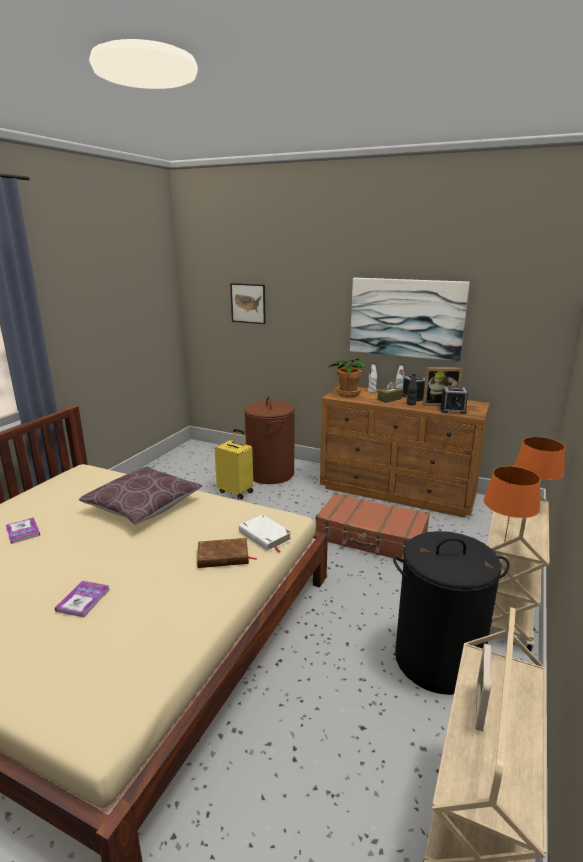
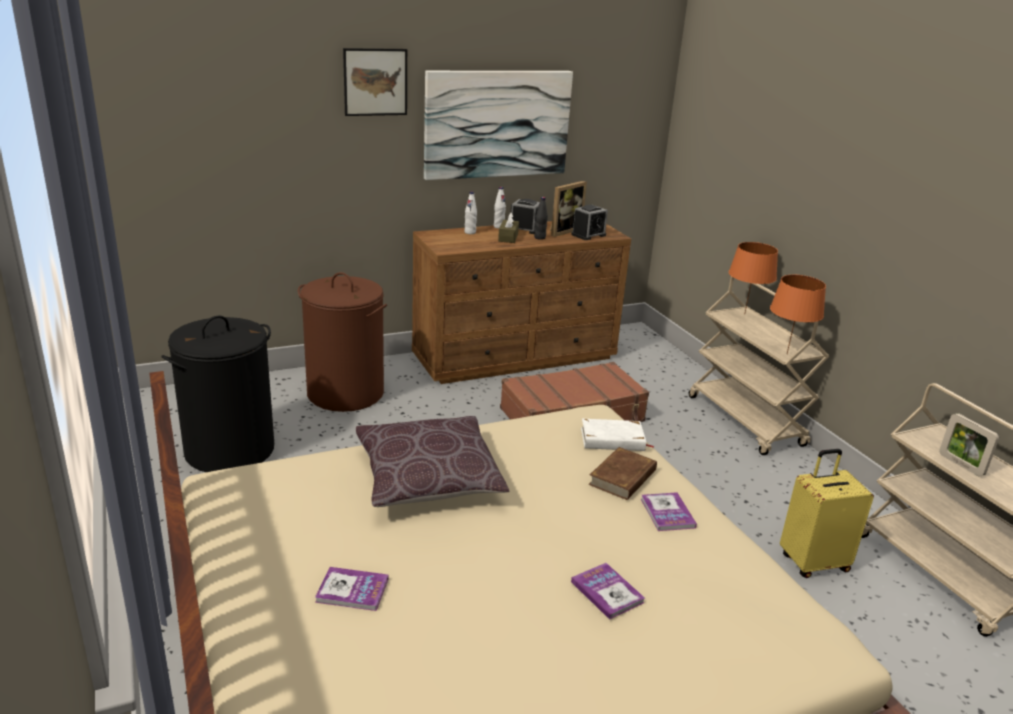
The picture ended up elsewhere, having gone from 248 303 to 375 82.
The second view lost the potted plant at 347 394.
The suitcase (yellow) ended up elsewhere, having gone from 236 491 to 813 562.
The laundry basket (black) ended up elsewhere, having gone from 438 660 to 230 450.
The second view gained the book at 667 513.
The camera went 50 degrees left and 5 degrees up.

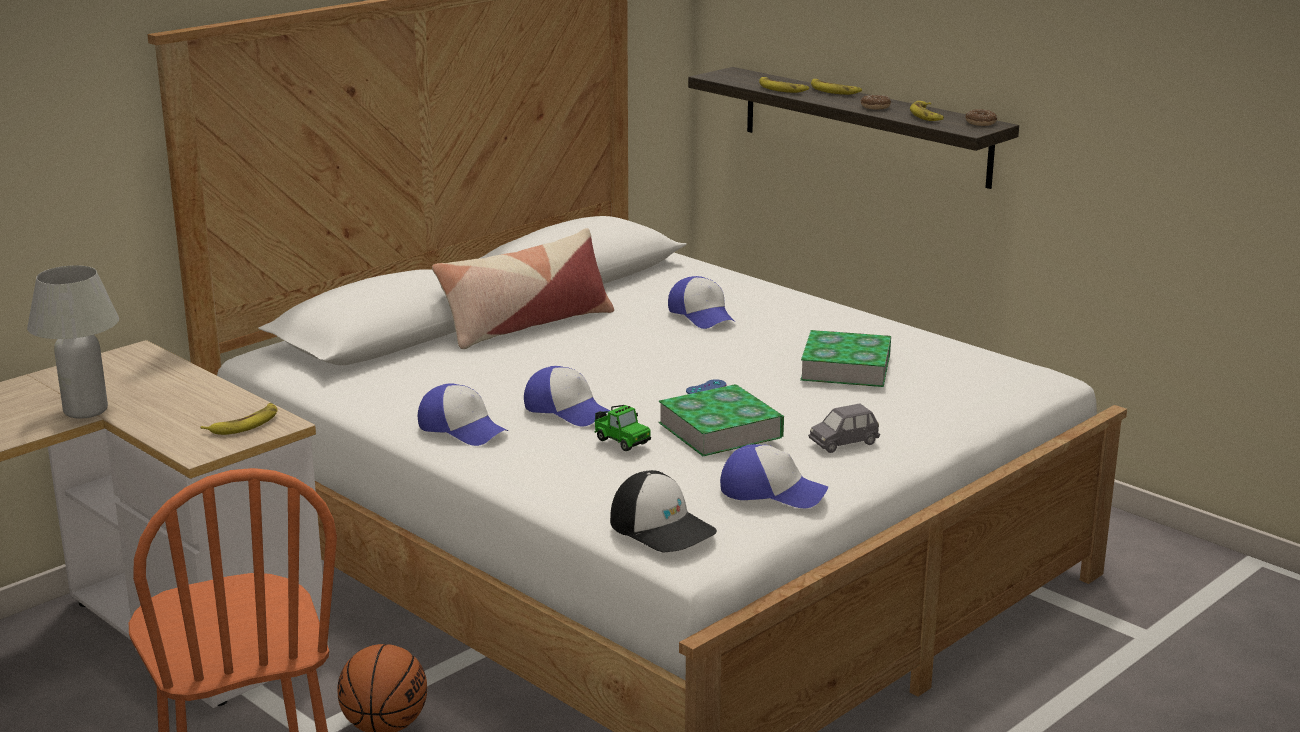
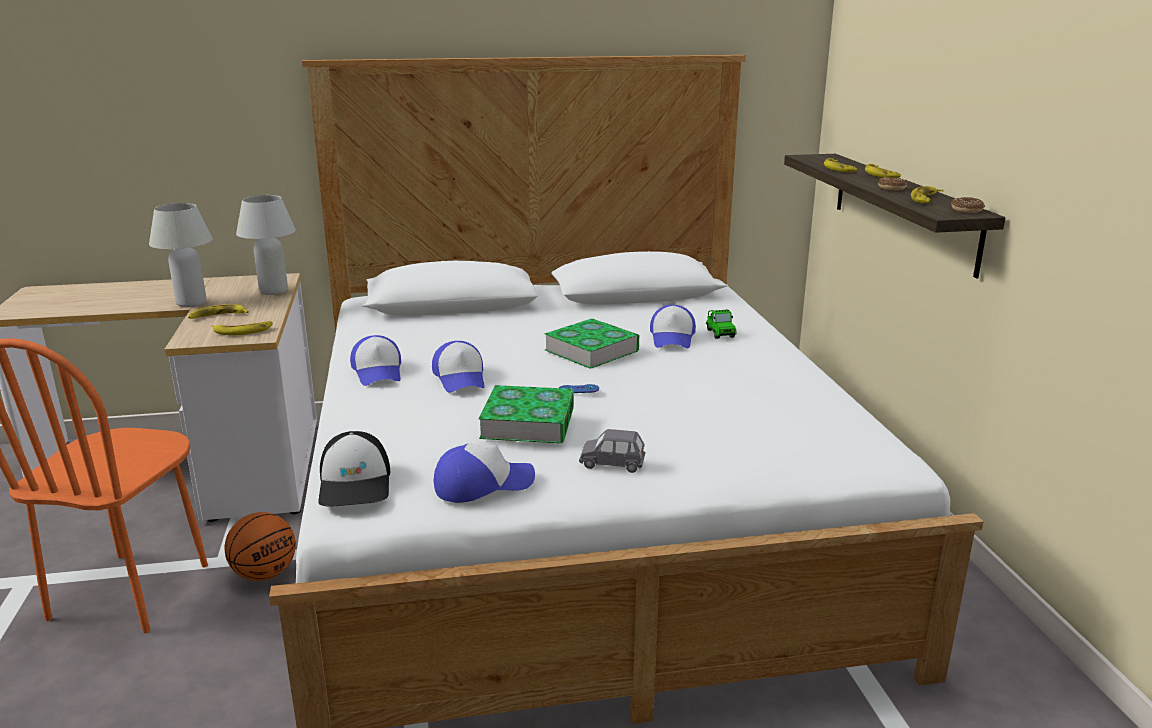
The second view lost the pillow at 526 325.
The book ended up elsewhere, having gone from 846 367 to 591 350.
The toy car ended up elsewhere, having gone from 620 441 to 720 333.
The cap at 772 492 ended up facing another way, 75 degrees counterclockwise from before.
The second view gained the table lamp (white) at 274 291.
The second view gained the banana at 218 316.
The camera went 35 degrees right and 0 degrees up.

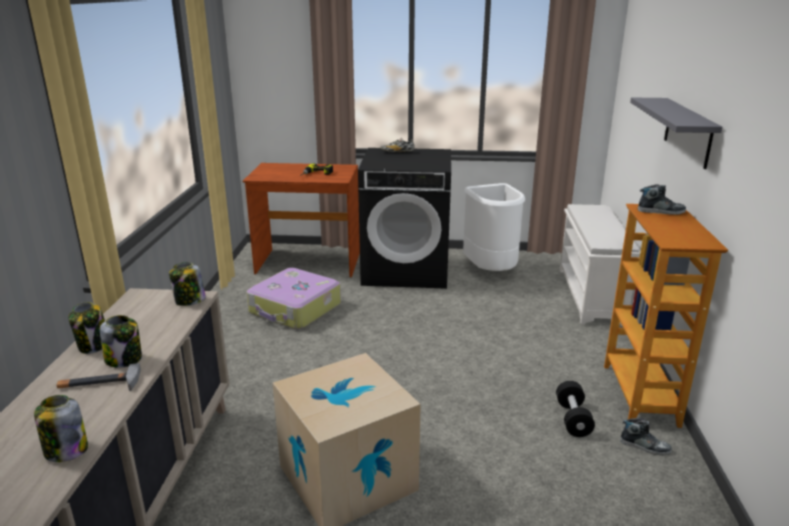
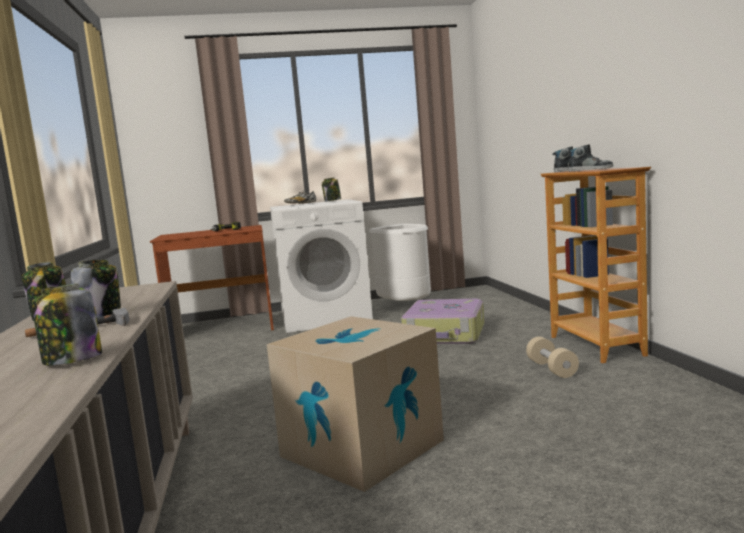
The second view lost the shelf (grey) at 688 132.
What was the washing machine (black) at 406 270 turned into the washing machine (white) at 326 318.
The second view lost the shoe rack (white) at 591 296.
The jar ended up elsewhere, having gone from 189 301 to 332 201.
The suitcase ended up elsewhere, having gone from 295 309 to 445 334.
What was the dumbbell (black) at 573 419 turned into the dumbbell (beige) at 552 369.
The shoe ended up elsewhere, having gone from 644 446 to 590 170.
The camera went 15 degrees left and 15 degrees down.

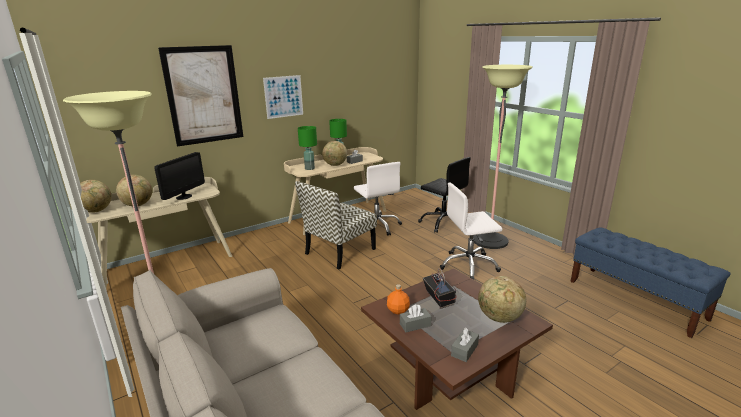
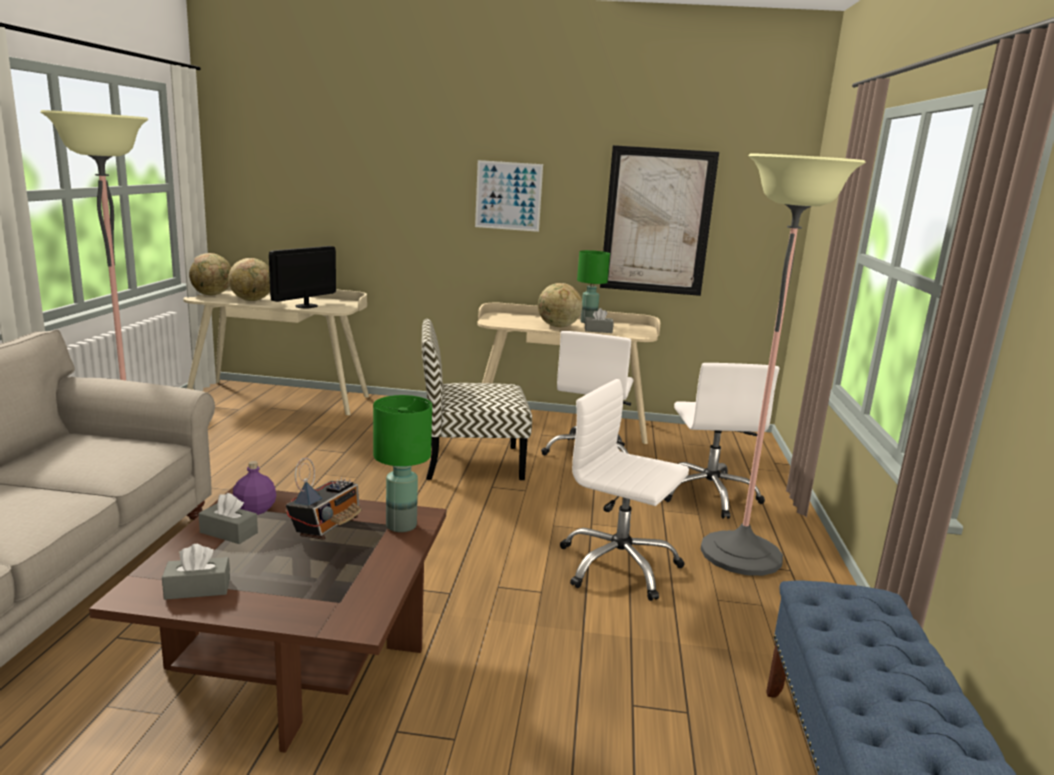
The picture ended up elsewhere, having gone from 204 95 to 657 221.
The table lamp (green) ended up elsewhere, having gone from 310 168 to 401 526.
The monitor at 184 197 ended up facing another way, 150 degrees clockwise from before.
What was the office chair (black) at 443 223 turned into the office chair (white) at 709 495.
The second view lost the globe at 499 318.
What was the bottle (orange) at 398 310 turned into the bottle (purple) at 256 509.
The camera went 40 degrees right and 5 degrees down.

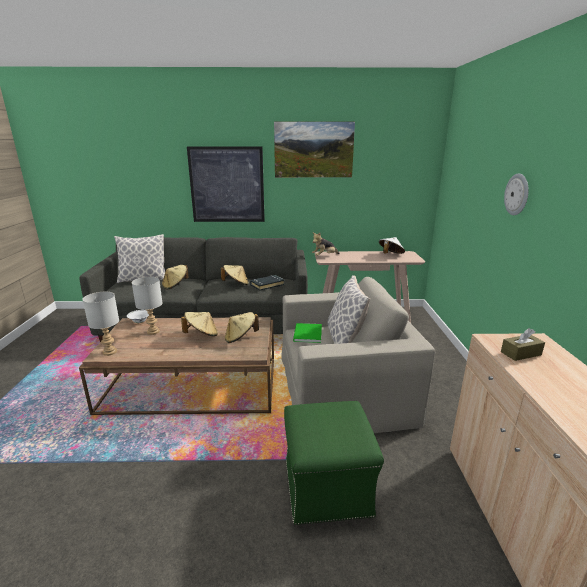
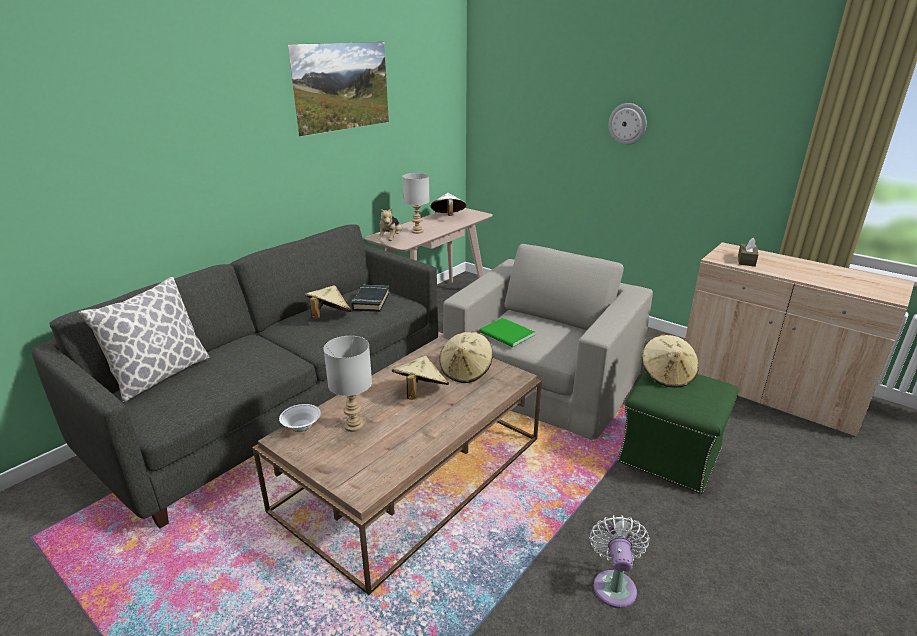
The second view lost the picture at 227 185.
The hat (beige) ended up elsewhere, having gone from 175 285 to 667 375.
The second view lost the pillow at 345 339.
The table lamp (grey) ended up elsewhere, having gone from 109 352 to 417 231.
The second view gained the fan (white) at 614 584.
The camera went 50 degrees left and 5 degrees up.

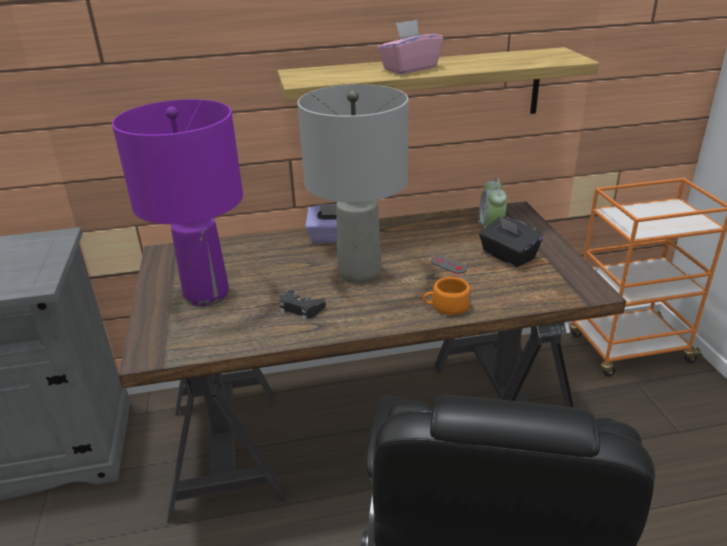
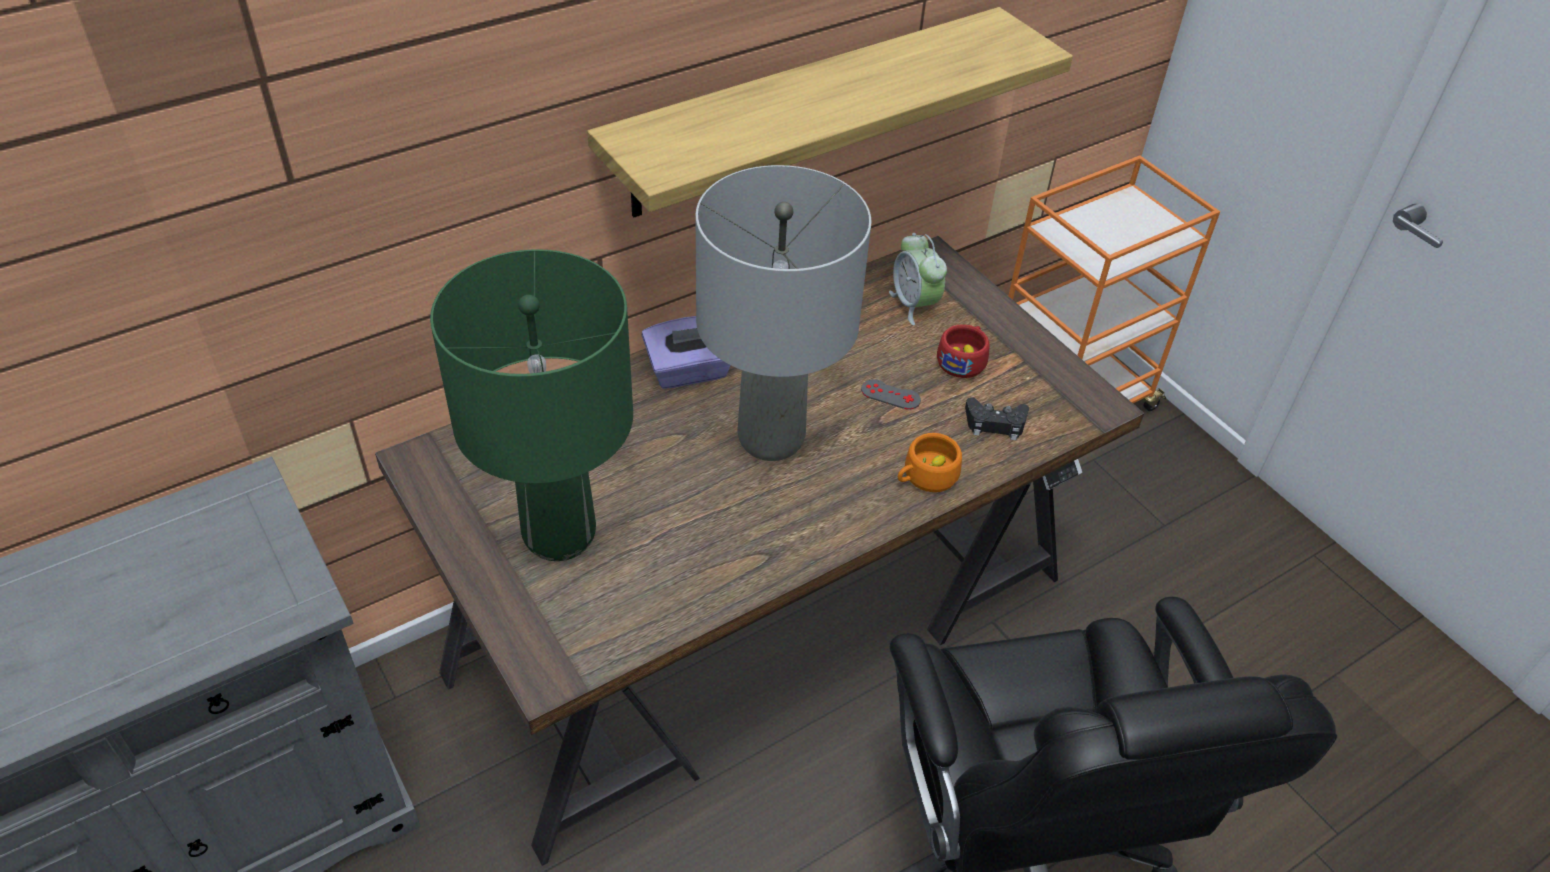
The second view lost the tissue box (pink) at 409 68.
What was the table lamp (purple) at 205 294 turned into the table lamp (green) at 558 534.
Where the tissue box (black) stood at 507 256, the cup (red) came to stand at 963 360.
The game controller (black) ended up elsewhere, having gone from 301 309 to 995 423.
The camera went 25 degrees left and 15 degrees up.

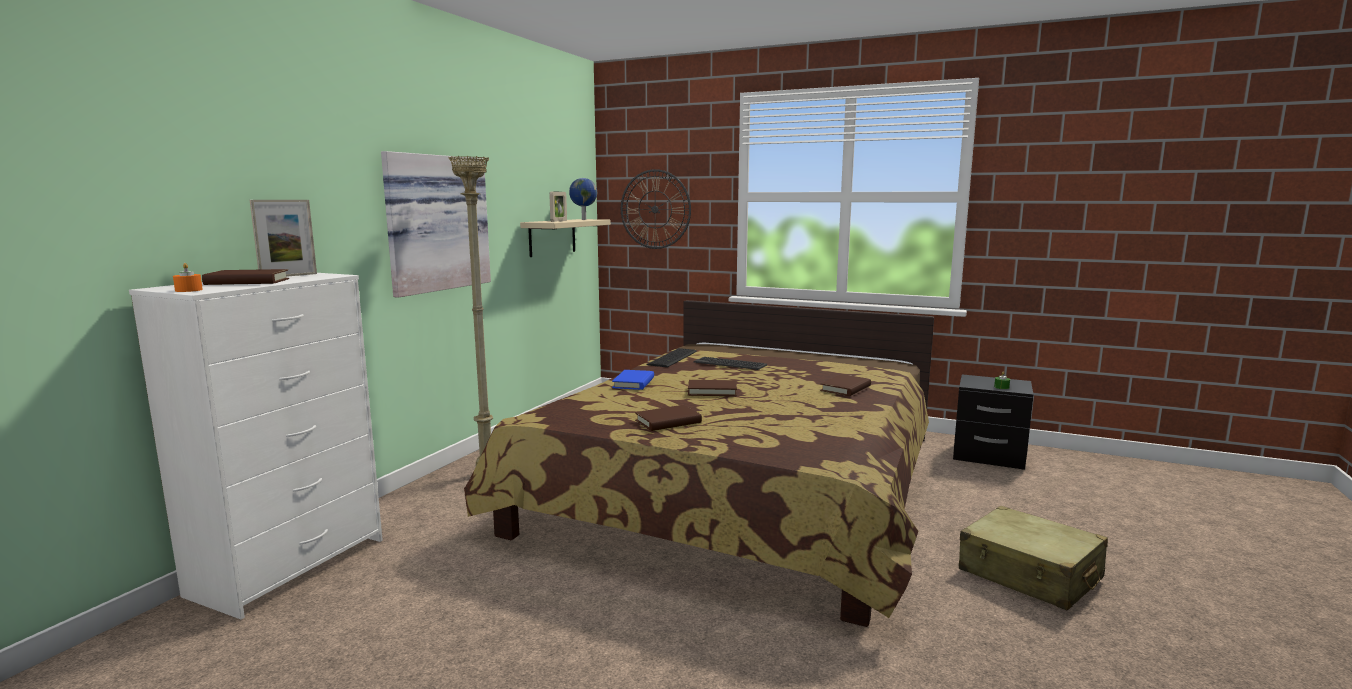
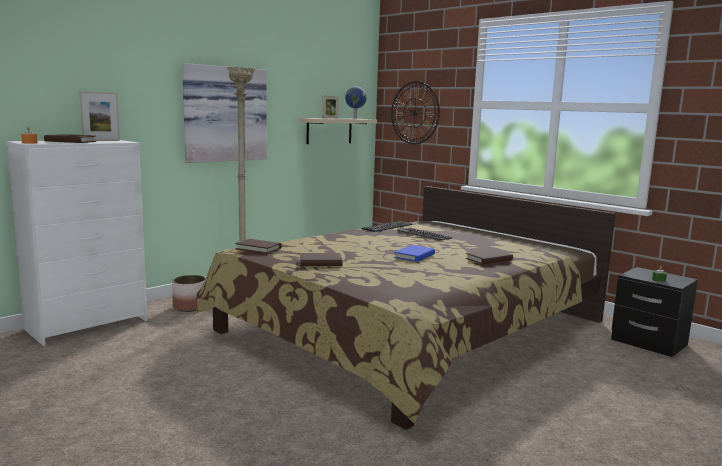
The book (blue) ended up elsewhere, having gone from 633 383 to 414 256.
The book (brown) ended up elsewhere, having gone from 712 391 to 258 249.
The second view lost the suitcase (beige) at 1029 574.
The second view gained the planter at 190 307.
The camera went 20 degrees right and 0 degrees up.

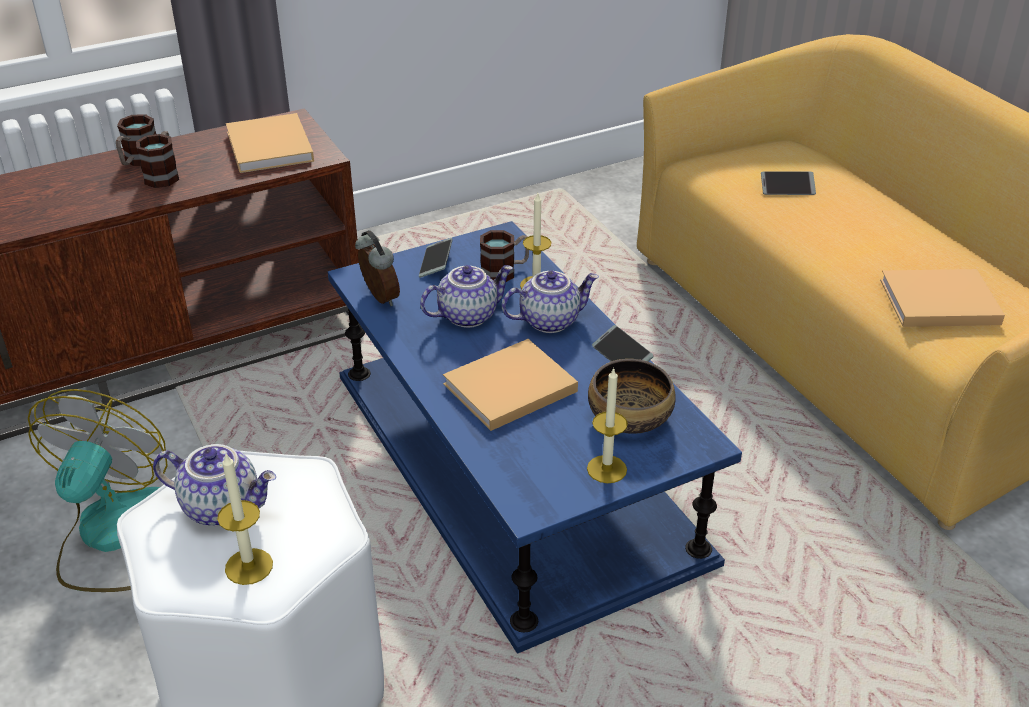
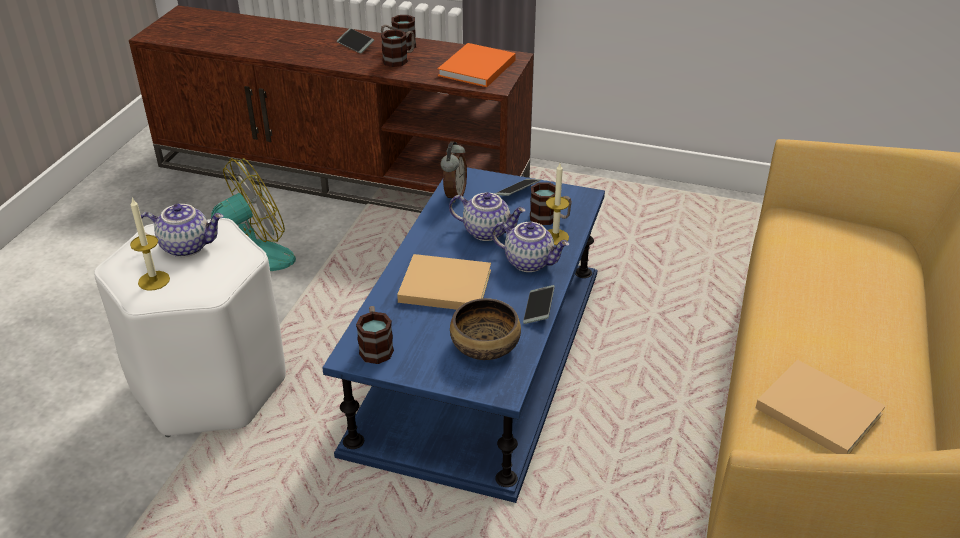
What was the book (beige) at 270 148 turned into the book (orange) at 476 69.
The phone ended up elsewhere, having gone from 787 188 to 355 45.
The second view lost the candle at 606 469.
The teapot at 223 506 ended up facing another way, 60 degrees counterclockwise from before.
The second view gained the mug at 375 346.
The camera went 45 degrees right and 0 degrees up.

